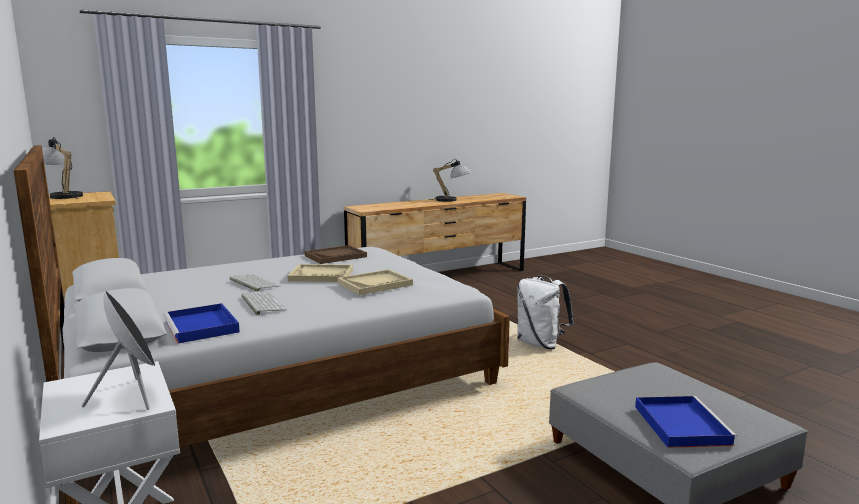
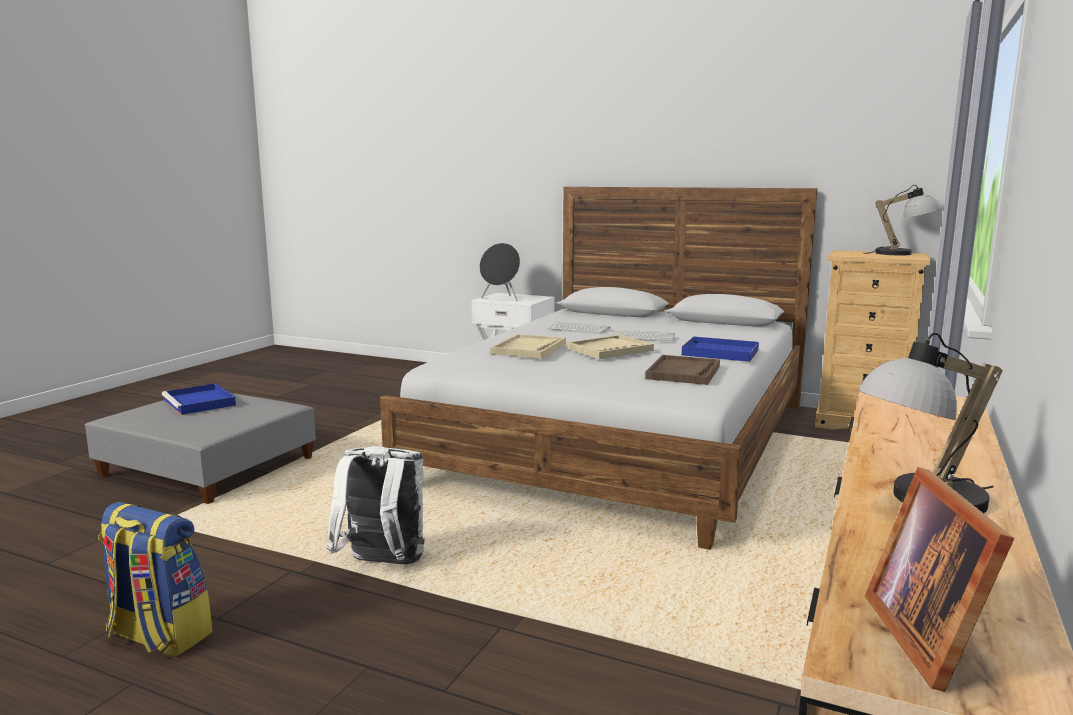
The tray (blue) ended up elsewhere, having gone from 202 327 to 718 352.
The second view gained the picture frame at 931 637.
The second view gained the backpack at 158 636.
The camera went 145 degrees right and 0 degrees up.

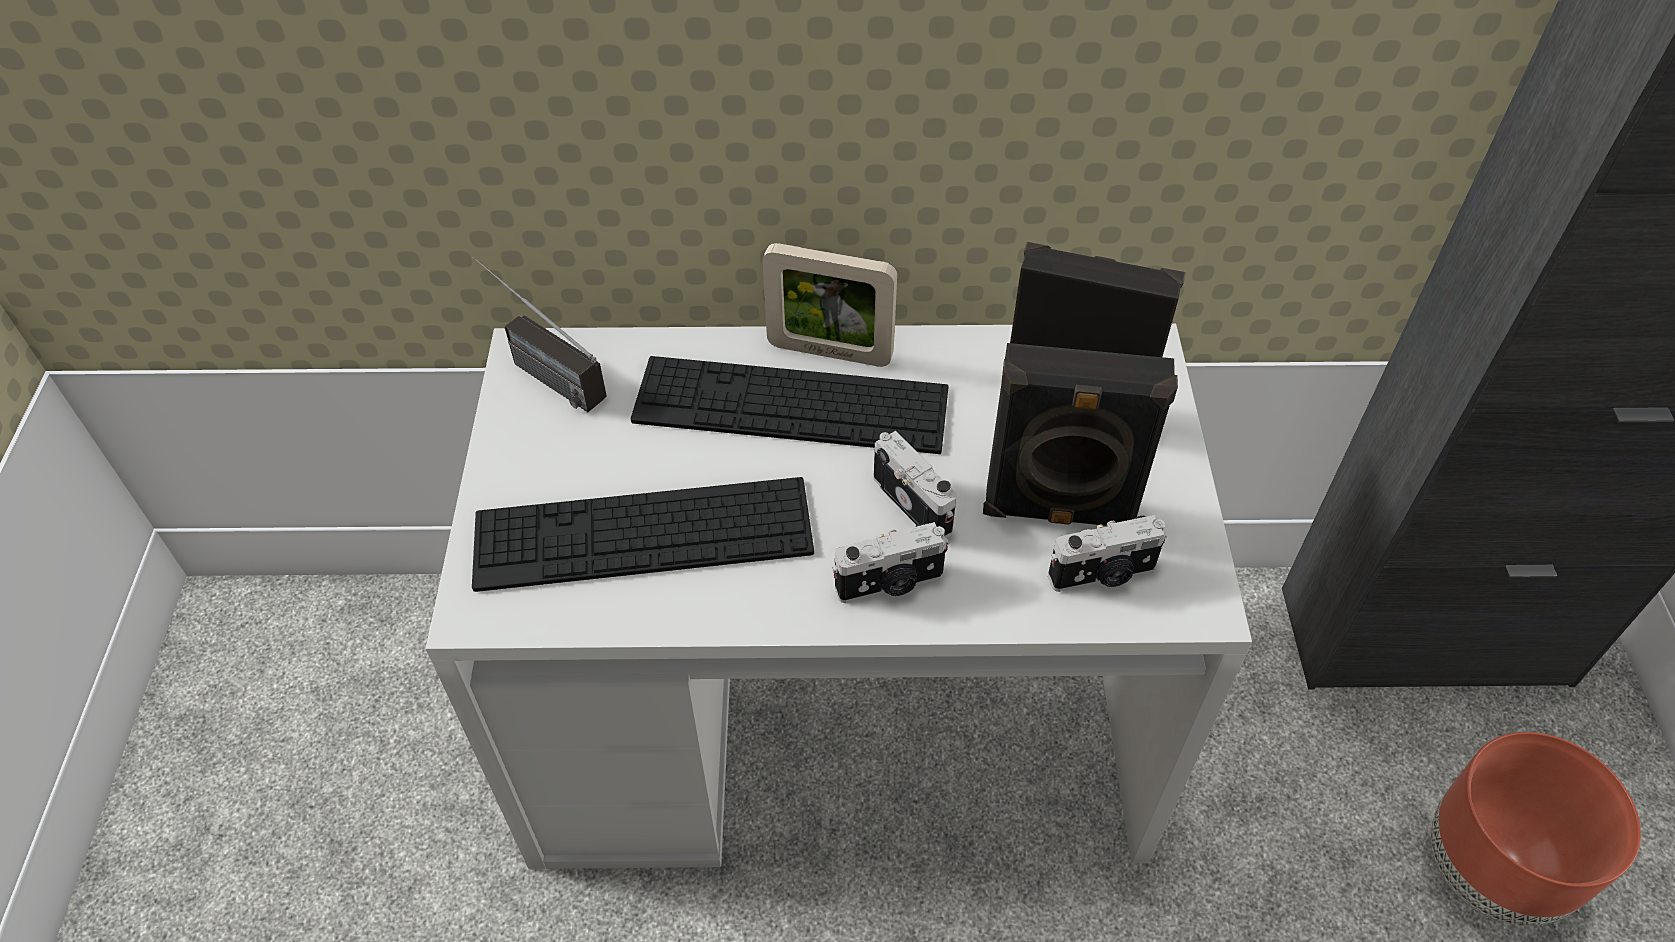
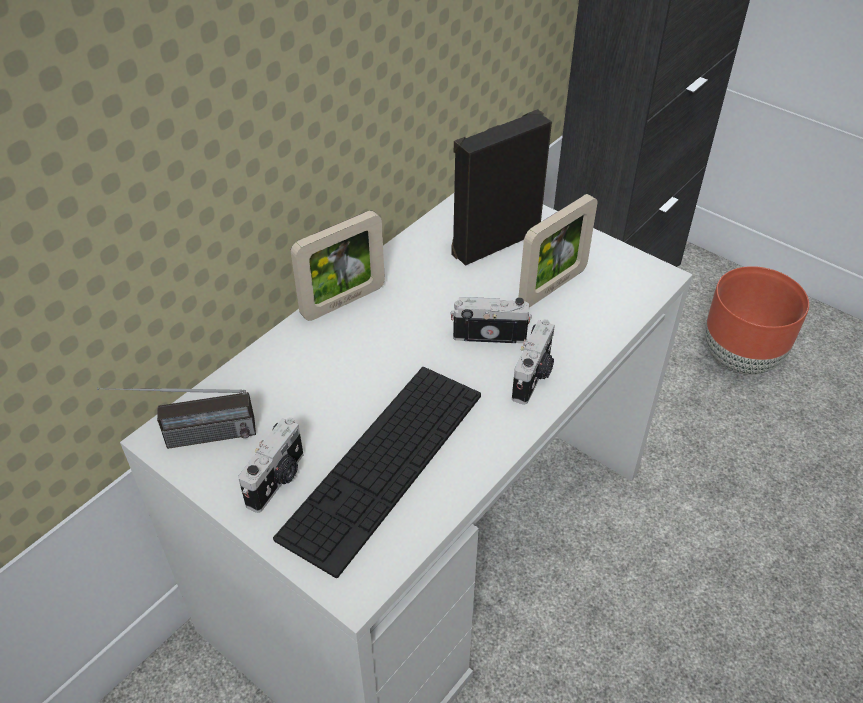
Where the speaker (black) stood at 1059 512, the picture frame came to stand at 552 286.
The second view lost the keyboard at 791 405.
The photo camera ended up elsewhere, having gone from 1103 575 to 278 480.
The camera went 50 degrees left and 5 degrees down.

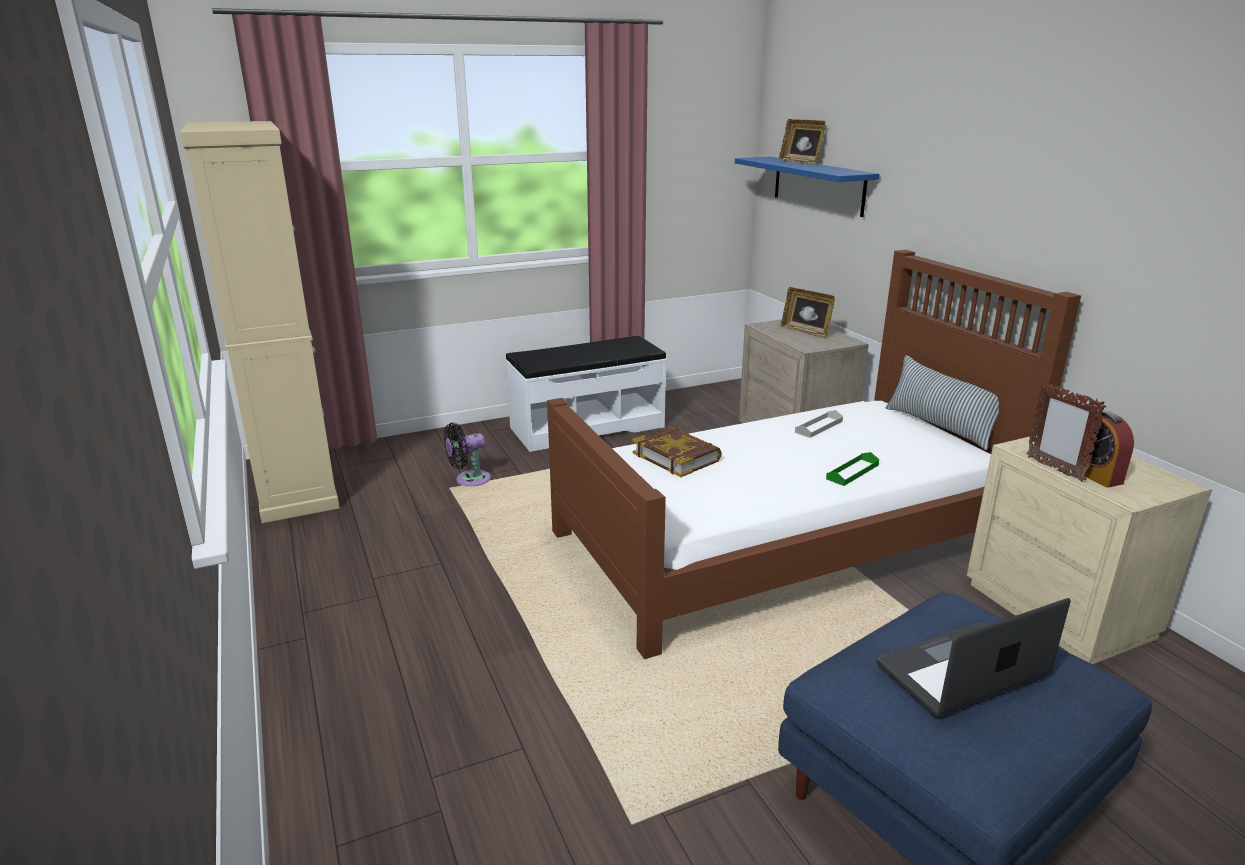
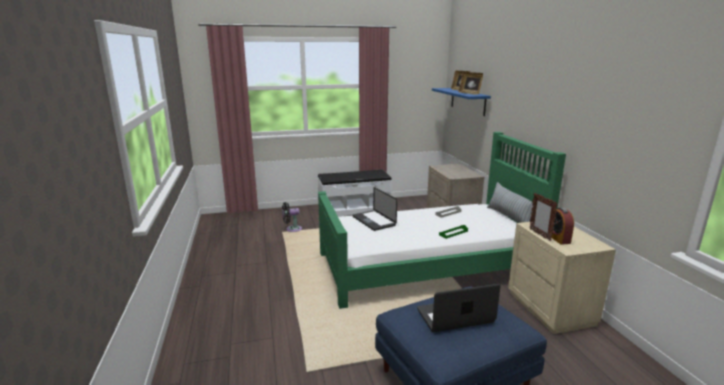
The second view lost the cabinet (beige) at 295 484.
What was the bed (brown) at 785 539 turned into the bed (green) at 427 265.
The picture frame ended up elsewhere, having gone from 806 332 to 470 93.
Where the book stood at 676 457, the laptop came to stand at 373 221.
The camera went 10 degrees right and 5 degrees down.

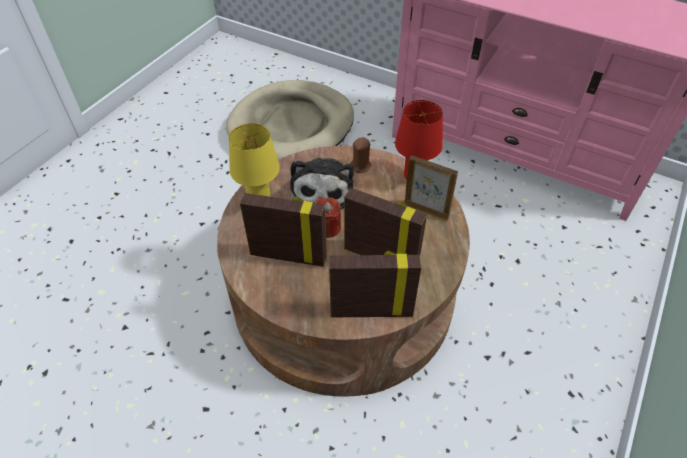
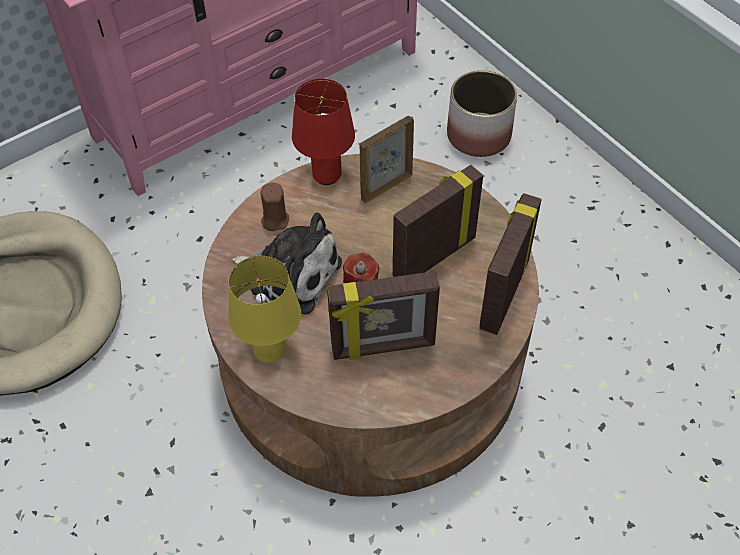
The picture frame at 288 255 ended up facing another way, 135 degrees counterclockwise from before.
The second view gained the planter at 479 135.
The camera went 65 degrees left and 5 degrees up.

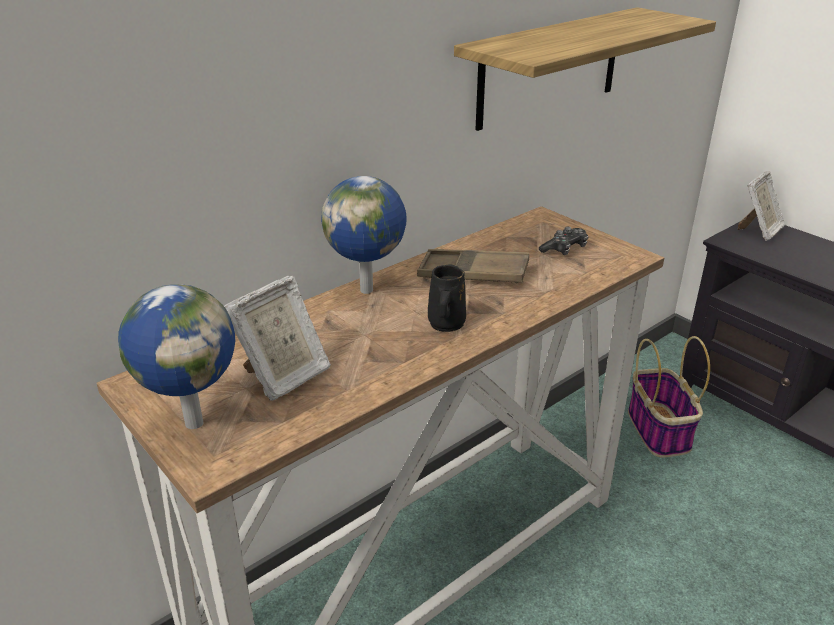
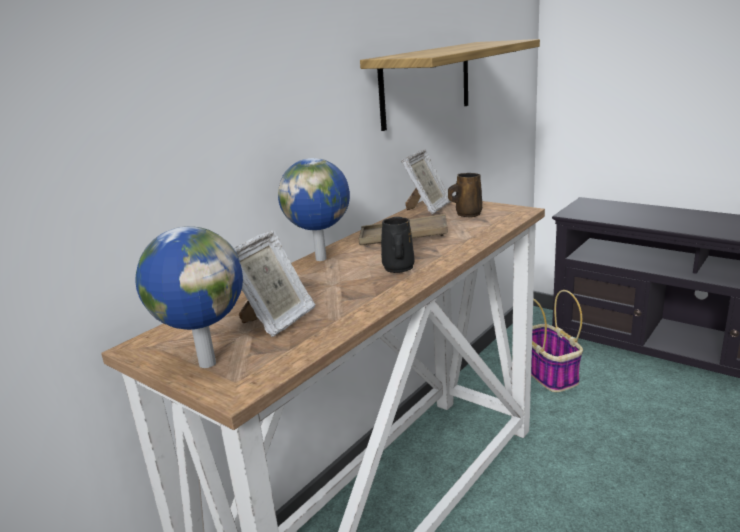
The picture frame ended up elsewhere, having gone from 759 231 to 428 208.
Where the game controller stood at 564 249, the mug (brown) came to stand at 467 214.
The camera went 10 degrees left and 10 degrees down.

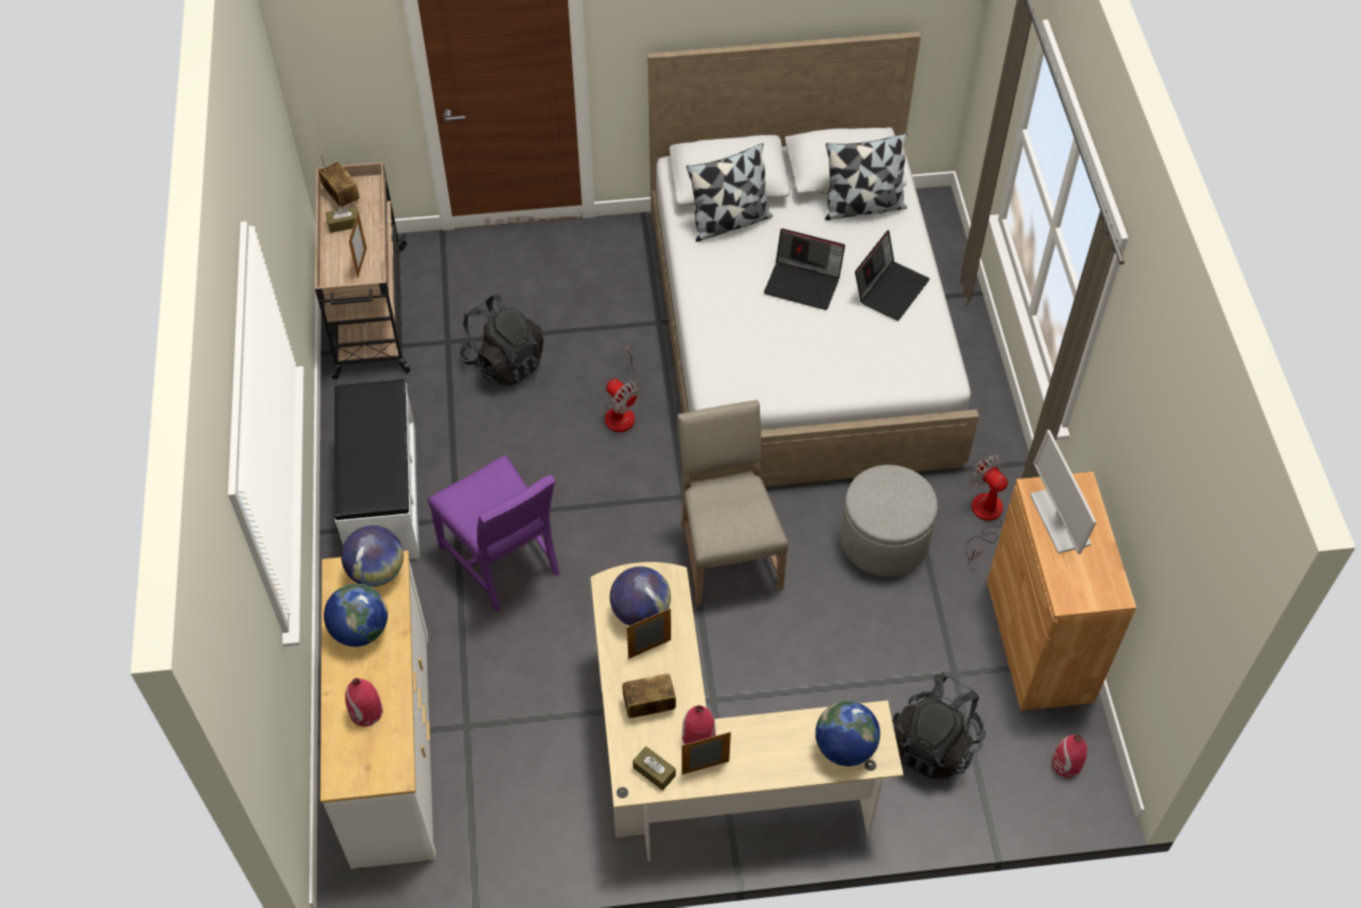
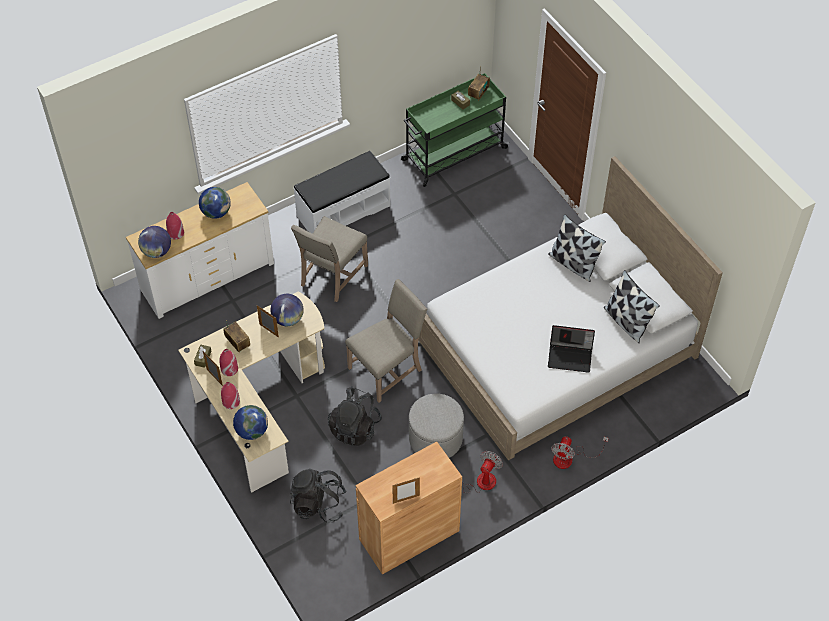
What was the cart (beige) at 370 313 turned into the cart (green) at 453 154.
The picture frame ended up elsewhere, having gone from 362 263 to 406 499.
The second view lost the laptop at 804 283.
The backpack (black) ended up elsewhere, having gone from 504 362 to 355 428.
The fan ended up elsewhere, having gone from 621 410 to 569 458.
The second view lost the monitor at 1059 519.
What was the chair (purple) at 504 561 turned into the chair (beige) at 331 276.
The globe ended up elsewhere, having gone from 377 571 to 157 251.
The vase (red) ended up elsewhere, having gone from 1066 764 to 231 401.
The camera went 65 degrees right and 0 degrees up.

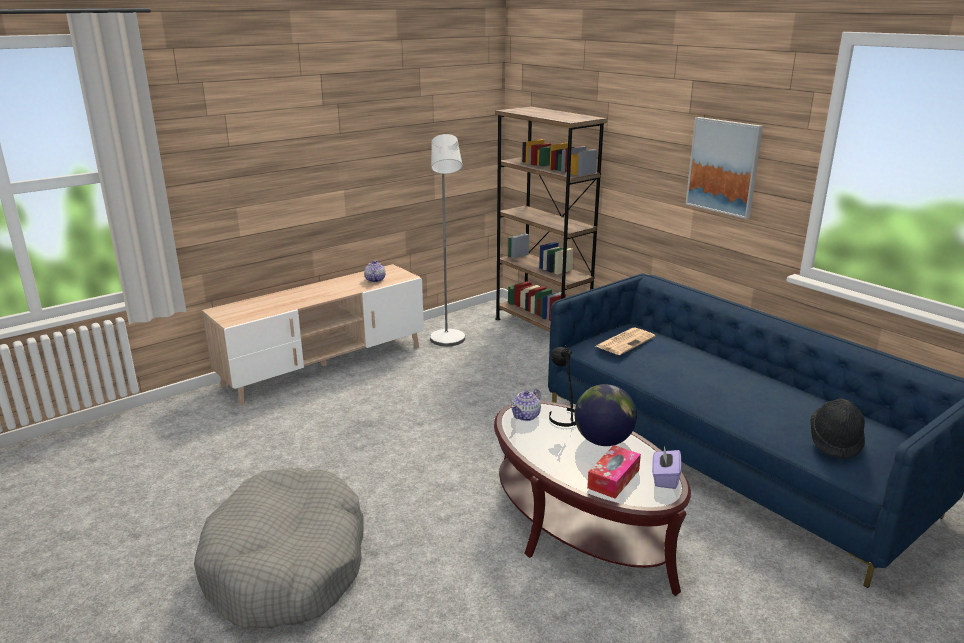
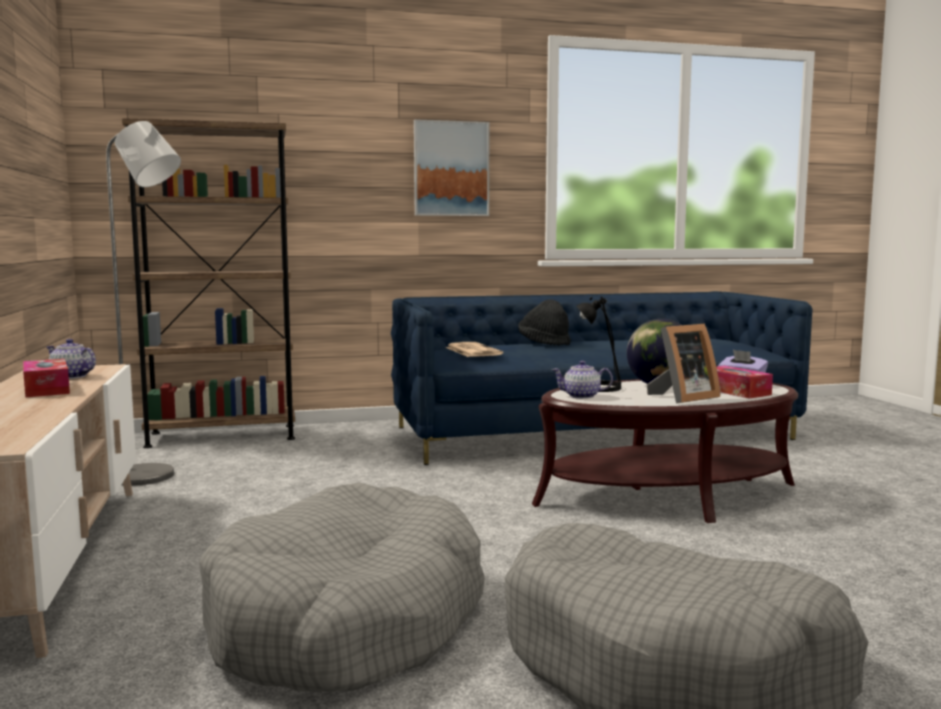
The teapot at 526 416 ended up facing another way, 120 degrees clockwise from before.
The hat (black) ended up elsewhere, having gone from 835 442 to 544 343.
The second view gained the picture frame at 682 398.
The second view gained the tissue box at 46 389.
The second view gained the dog bed (grey) at 346 620.
The camera went 65 degrees left and 15 degrees down.

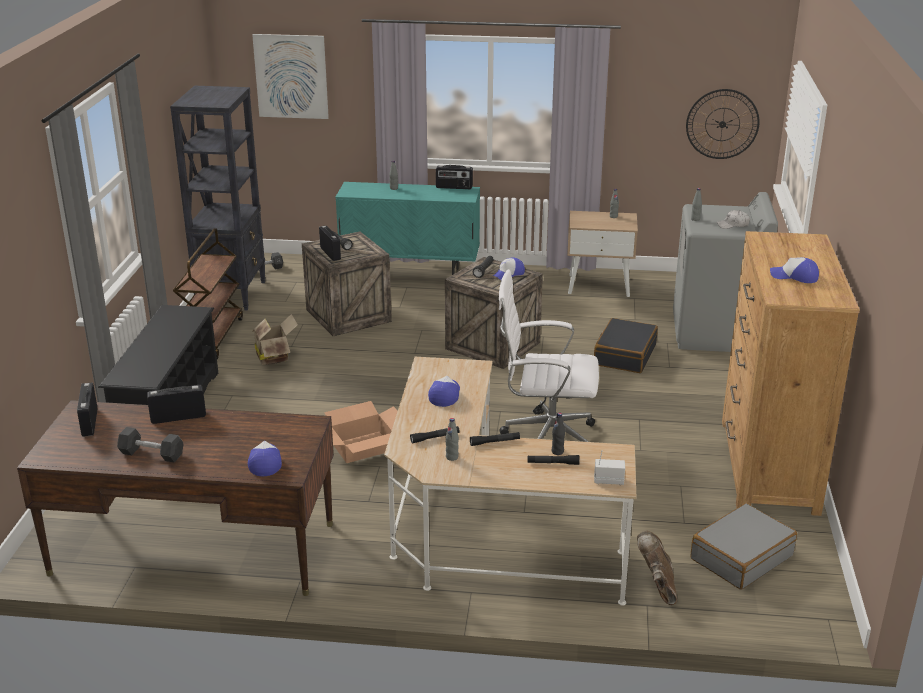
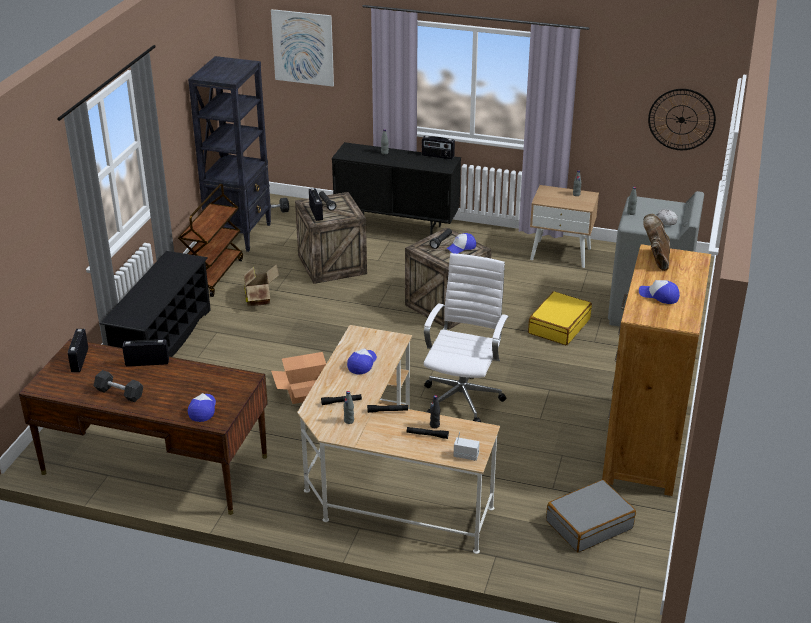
What was the cabinet (turquoise) at 410 275 turned into the cabinet (black) at 397 228.
The office chair (white) at 545 437 ended up facing another way, 90 degrees clockwise from before.
What was the suitcase (black) at 624 355 turned into the suitcase (yellow) at 558 326.
The boot (brown) ended up elsewhere, having gone from 657 586 to 656 258.
The camera went 10 degrees right and 5 degrees up.

